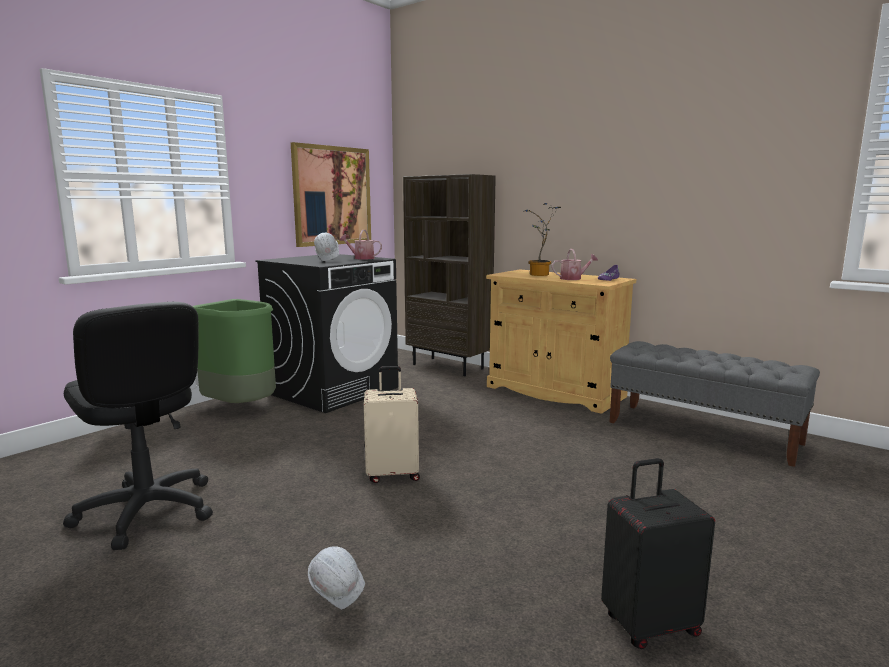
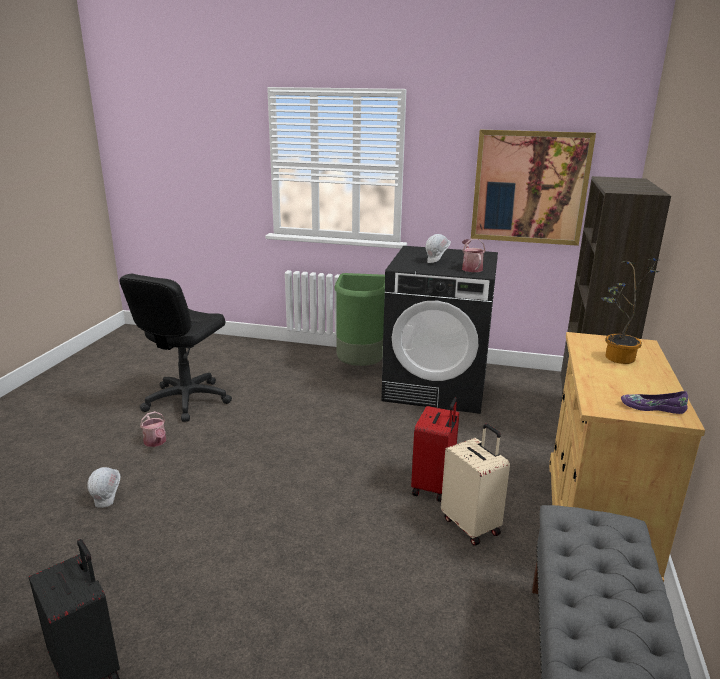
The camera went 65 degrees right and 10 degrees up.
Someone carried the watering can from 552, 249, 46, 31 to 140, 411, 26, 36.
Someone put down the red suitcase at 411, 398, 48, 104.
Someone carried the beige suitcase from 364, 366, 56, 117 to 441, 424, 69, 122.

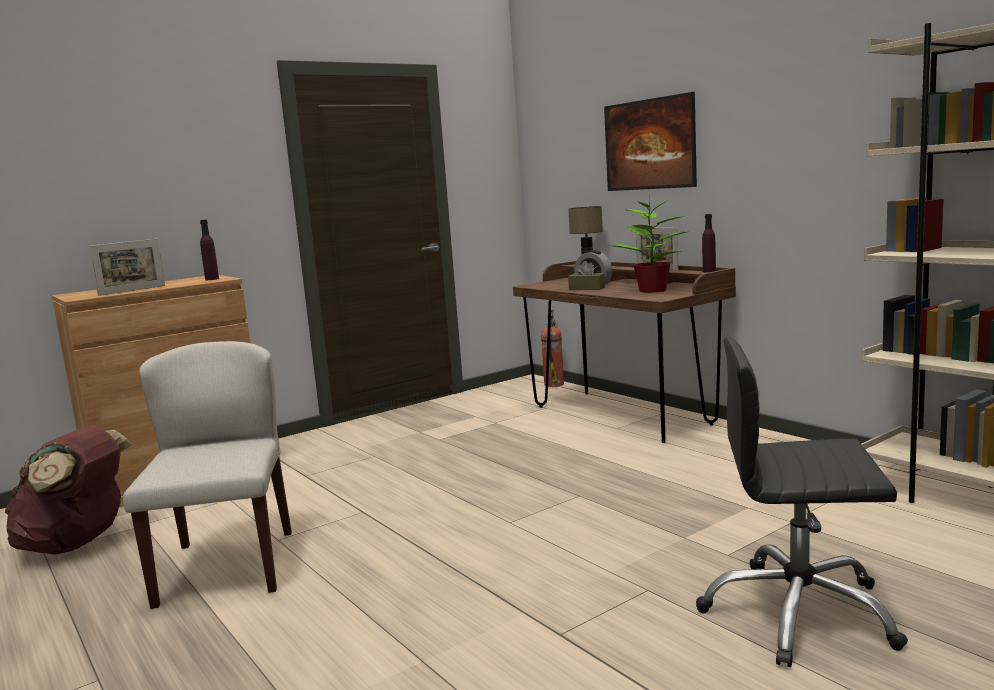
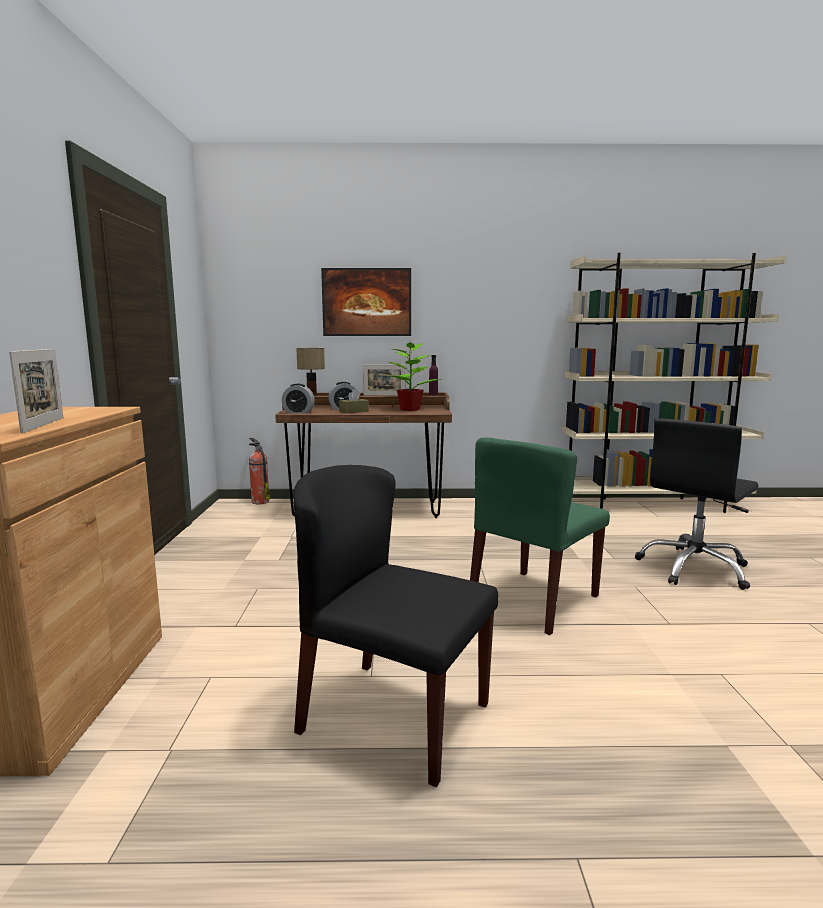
The camera went 55 degrees left and 0 degrees up.
Someone put down the alarm clock at 282, 384, 33, 29.
Someone repainted the beige chair at 123, 341, 169, 268, which became the black chair at 293, 465, 206, 322.
Someone put down the green chair at 470, 437, 140, 198.
Someone took away the brown backpack at 5, 426, 127, 129.
Someone took away the purple bottle at 200, 220, 19, 60.

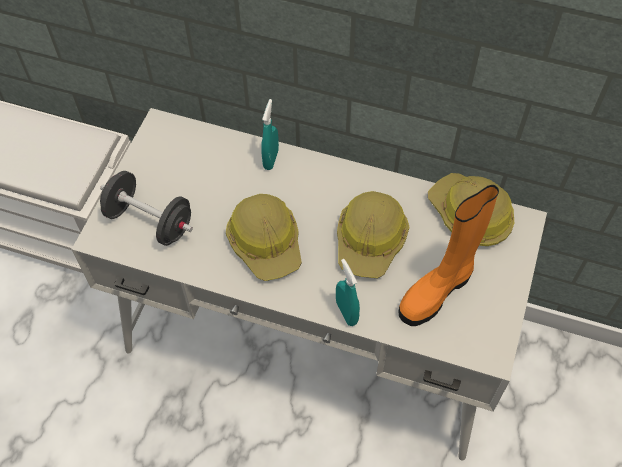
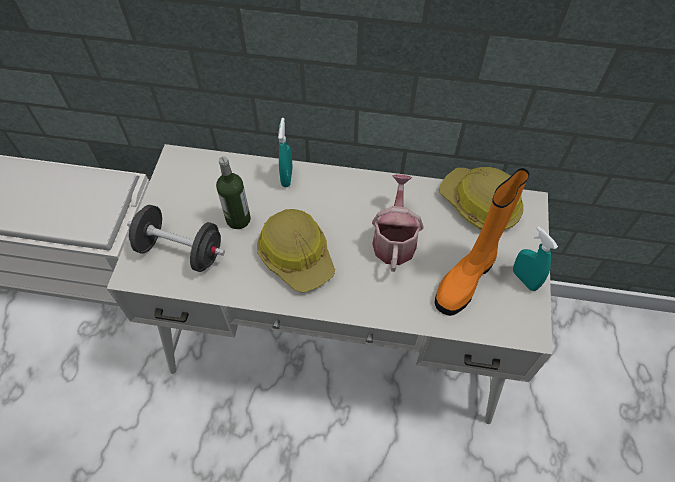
The camera went 10 degrees left and 0 degrees up.
Someone put down the bottle at 216, 157, 35, 72.
Someone swapped the hard hat at 337, 191, 72, 87 for the watering can at 372, 174, 52, 98.
Someone carried the turquoise spray bottle from 336, 259, 24, 67 to 513, 226, 45, 65.

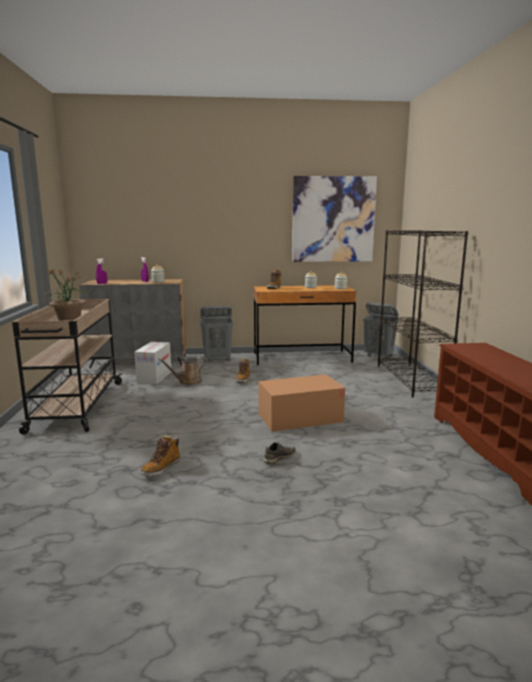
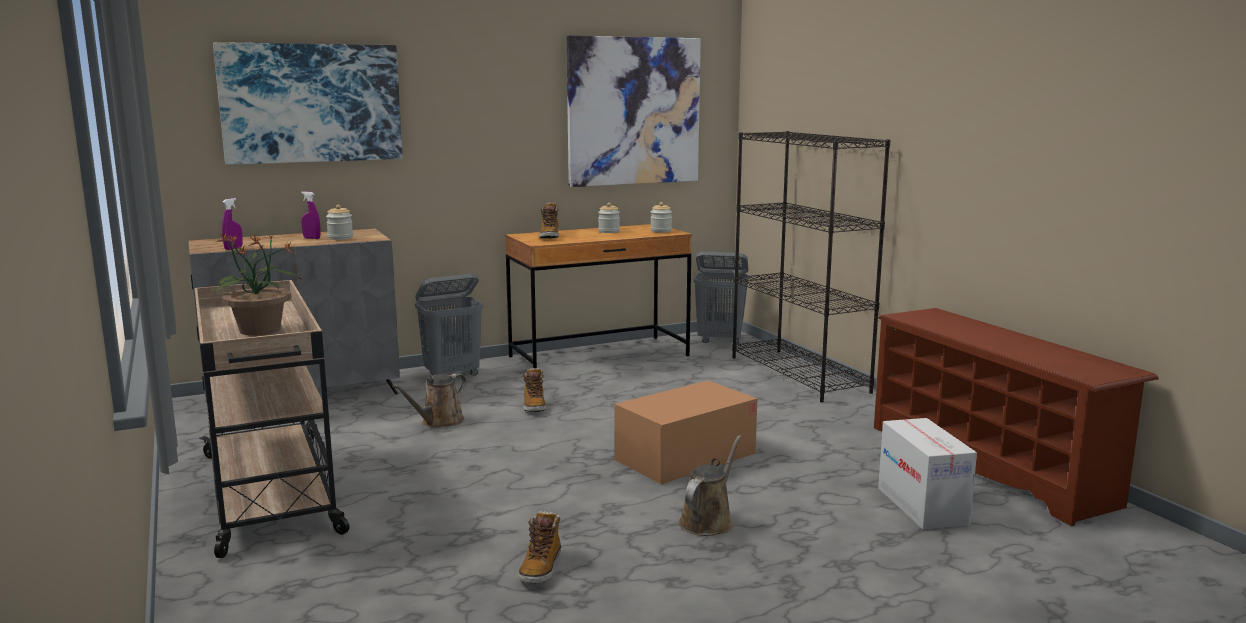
The camera went 20 degrees left and 0 degrees up.
Someone put up the picture at 213, 42, 189, 123.
Someone swapped the grey shoe at 263, 442, 33, 22 for the brown watering can at 679, 435, 62, 101.
Someone carried the cardboard box from 135, 342, 36, 42 to 878, 418, 99, 112.

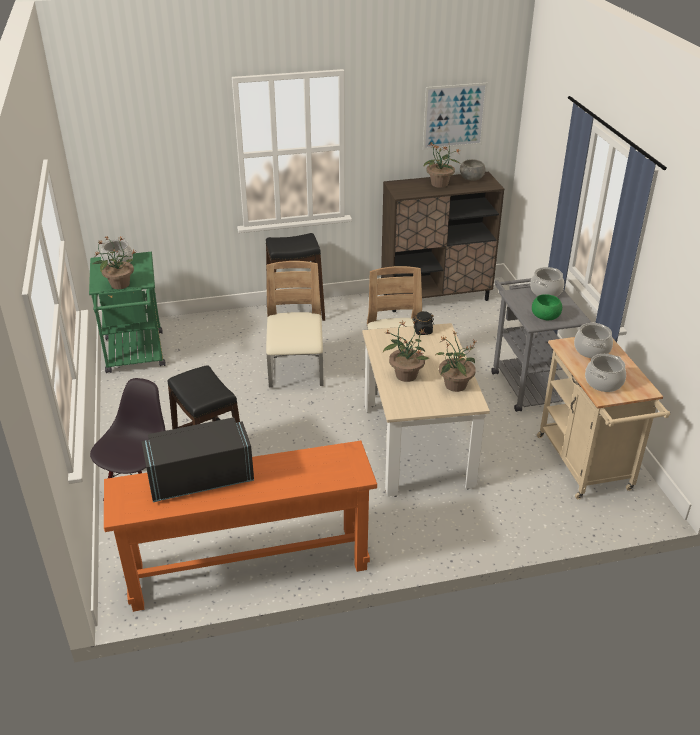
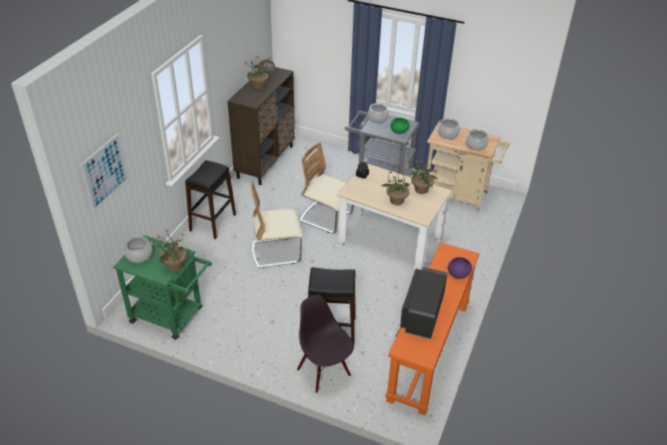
The camera went 55 degrees left and 5 degrees up.
Someone carried the picture from 423, 83, 65, 67 to 81, 133, 48, 79.
Someone rotated the beige chair at 266, 261, 57, 127 by 45 degrees counterclockwise.
Someone put down the purple bowl at 448, 257, 24, 22.

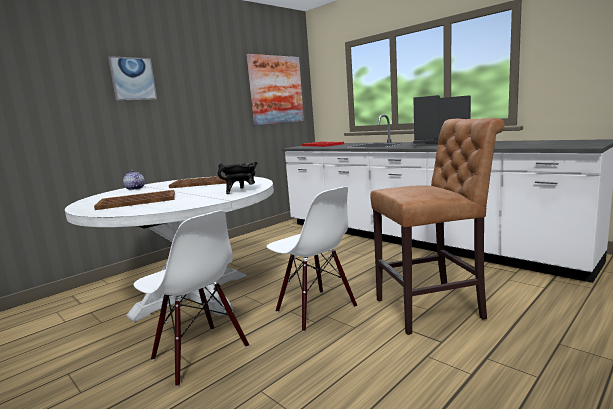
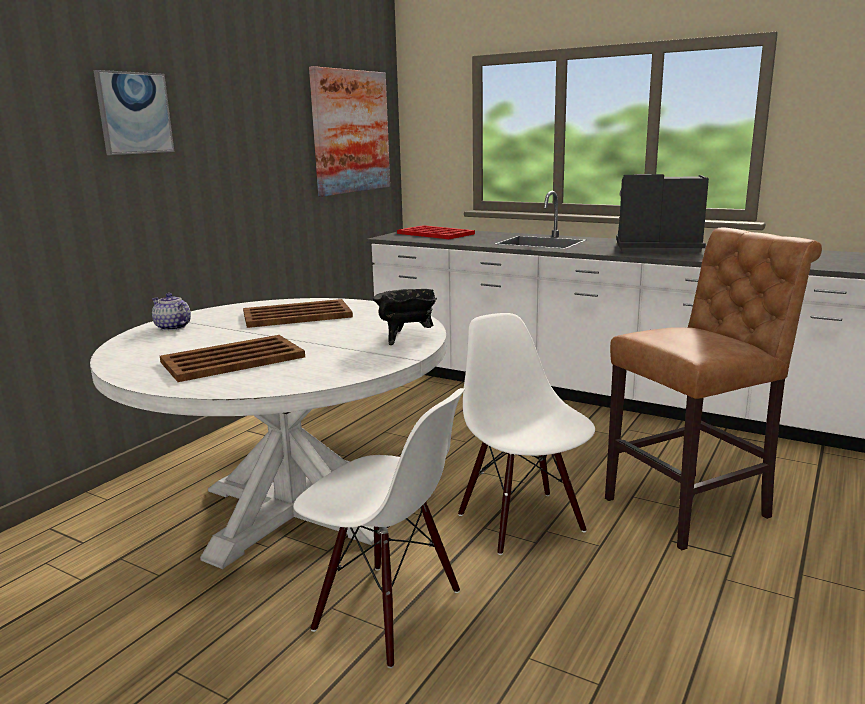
The camera went 15 degrees left and 5 degrees up.
Someone rotated the white chair at 266, 187, 91, 145 by 150 degrees counterclockwise.

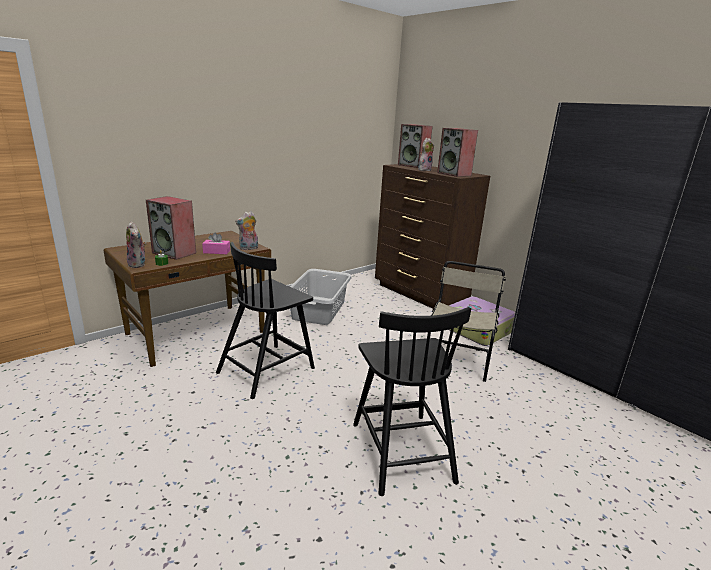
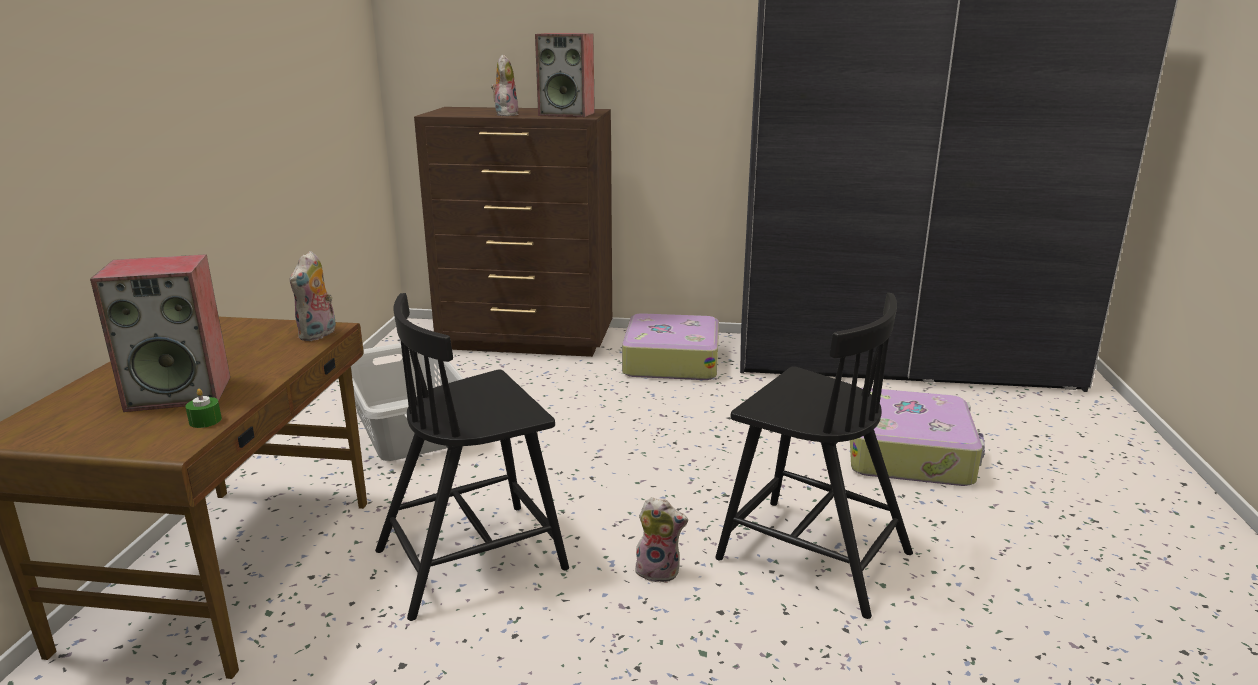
The camera went 40 degrees left and 0 degrees up.
Someone rotated the black chair at 216, 242, 99, 157 by 60 degrees clockwise.
Someone carried the plush toy from 126, 222, 20, 46 to 635, 497, 53, 86.
Someone put down the suitcase at 850, 388, 135, 98.
Someone took away the pink tissue box at 202, 232, 28, 22.
Someone took away the speaker at 398, 124, 35, 44.
Someone took away the beige chair at 430, 261, 76, 121.

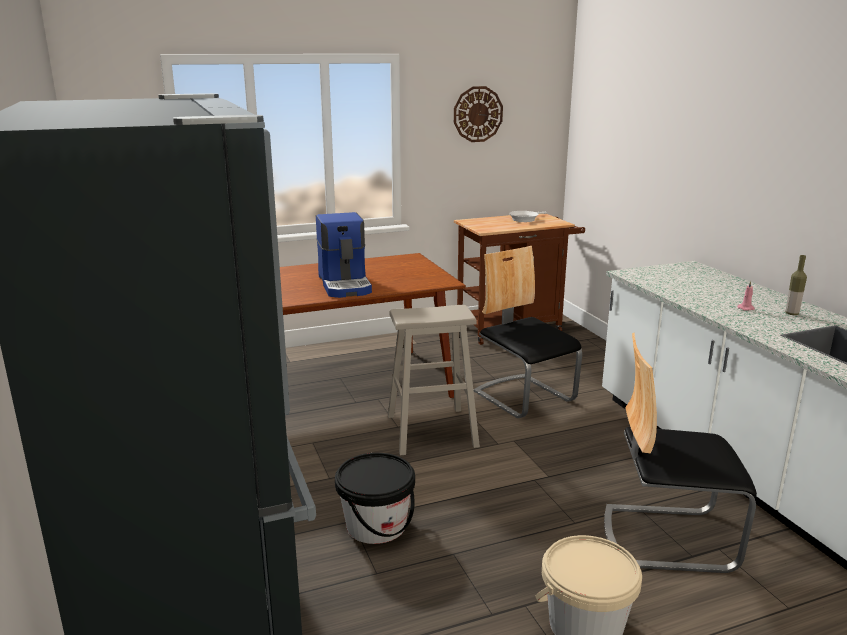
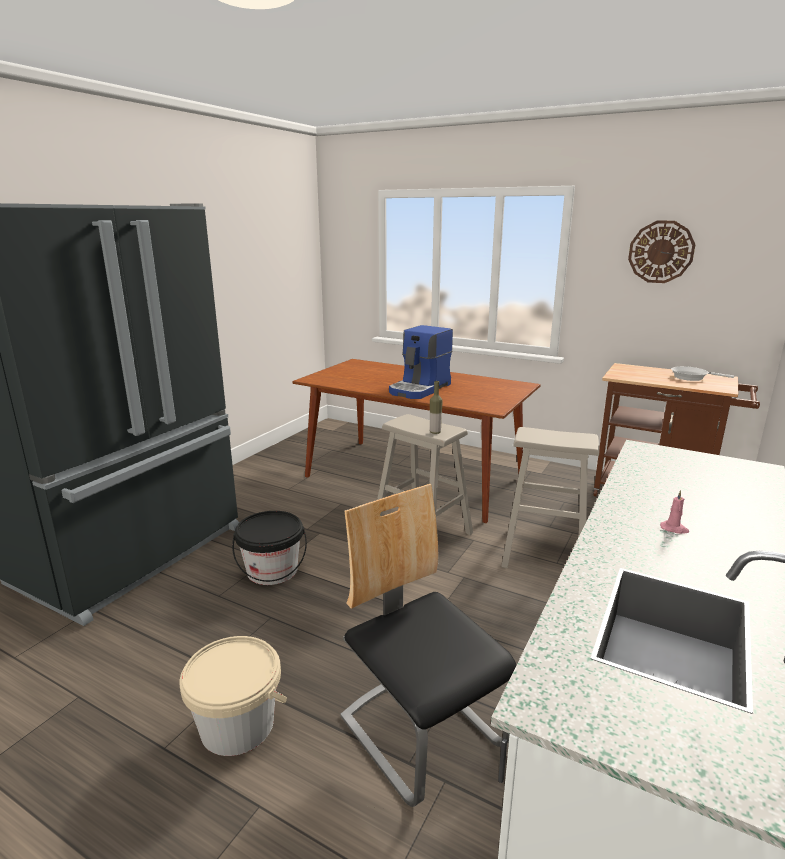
The camera went 50 degrees right and 0 degrees up.
Someone carried the bottle from 786, 255, 21, 60 to 430, 381, 13, 53.
Someone swapped the chair at 473, 246, 109, 172 for the beige stool at 501, 427, 99, 141.

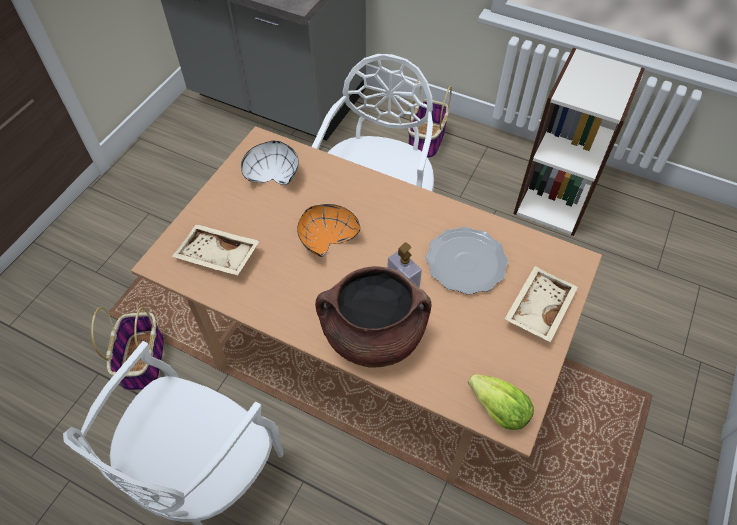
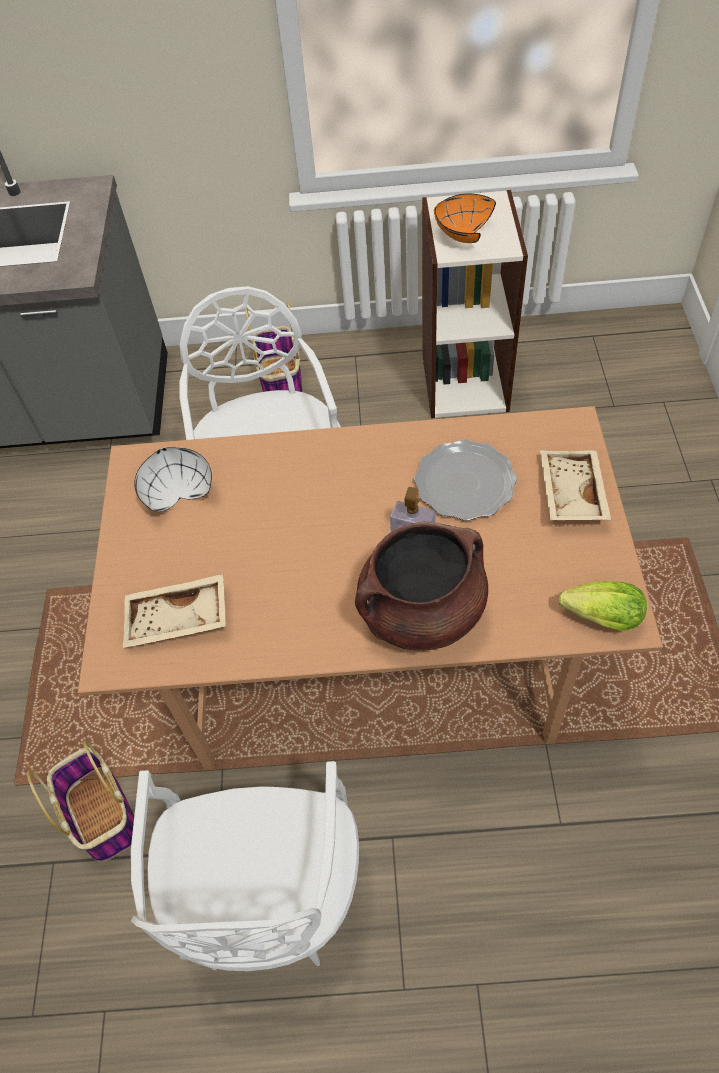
The camera went 25 degrees left and 0 degrees up.
Someone carried the orange bowl from 297, 204, 63, 53 to 434, 194, 62, 49.

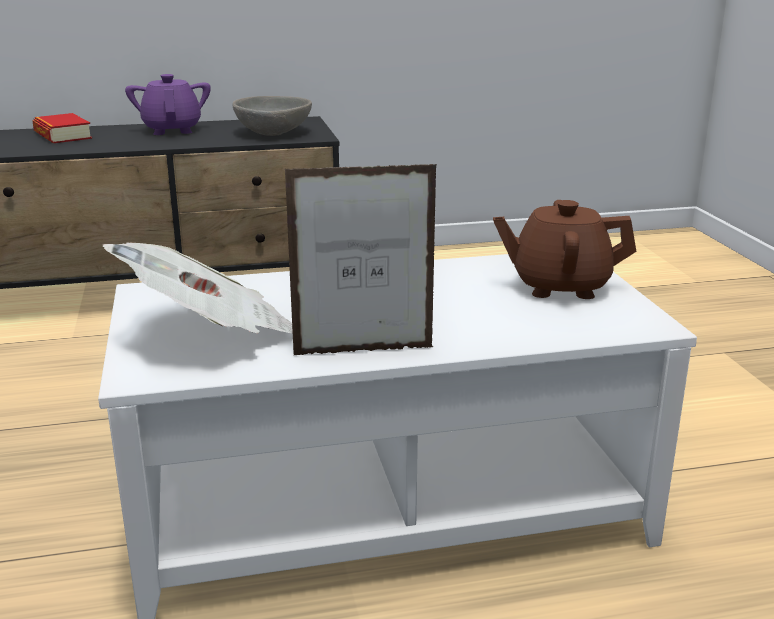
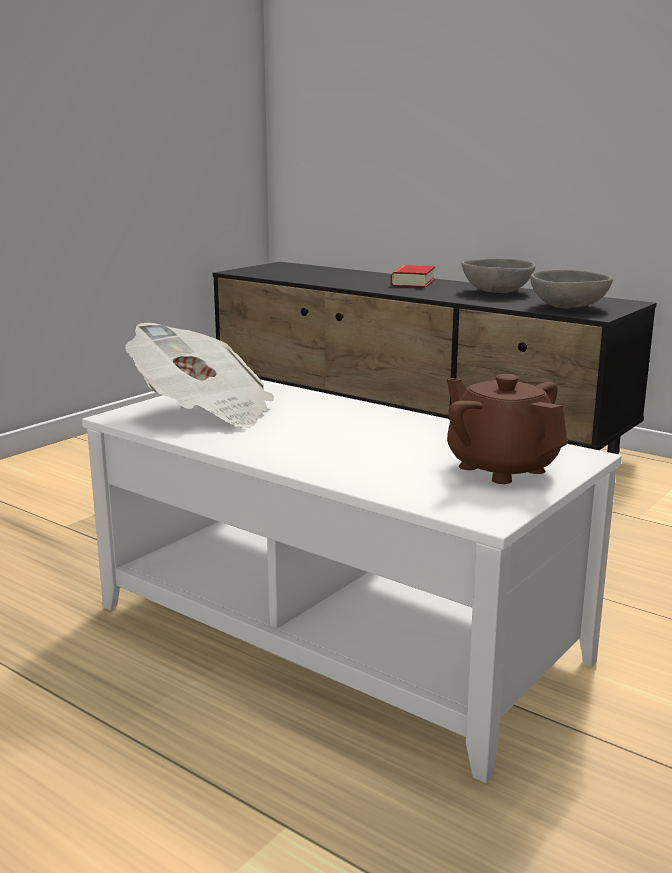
The camera went 50 degrees right and 5 degrees down.
Someone swapped the purple teapot at 125, 74, 86, 61 for the grey bowl at 461, 258, 75, 35.
Someone took away the picture frame at 285, 164, 152, 191.

